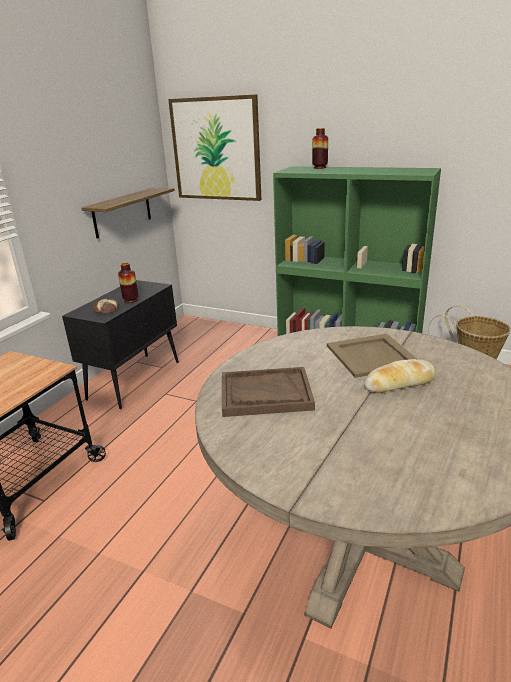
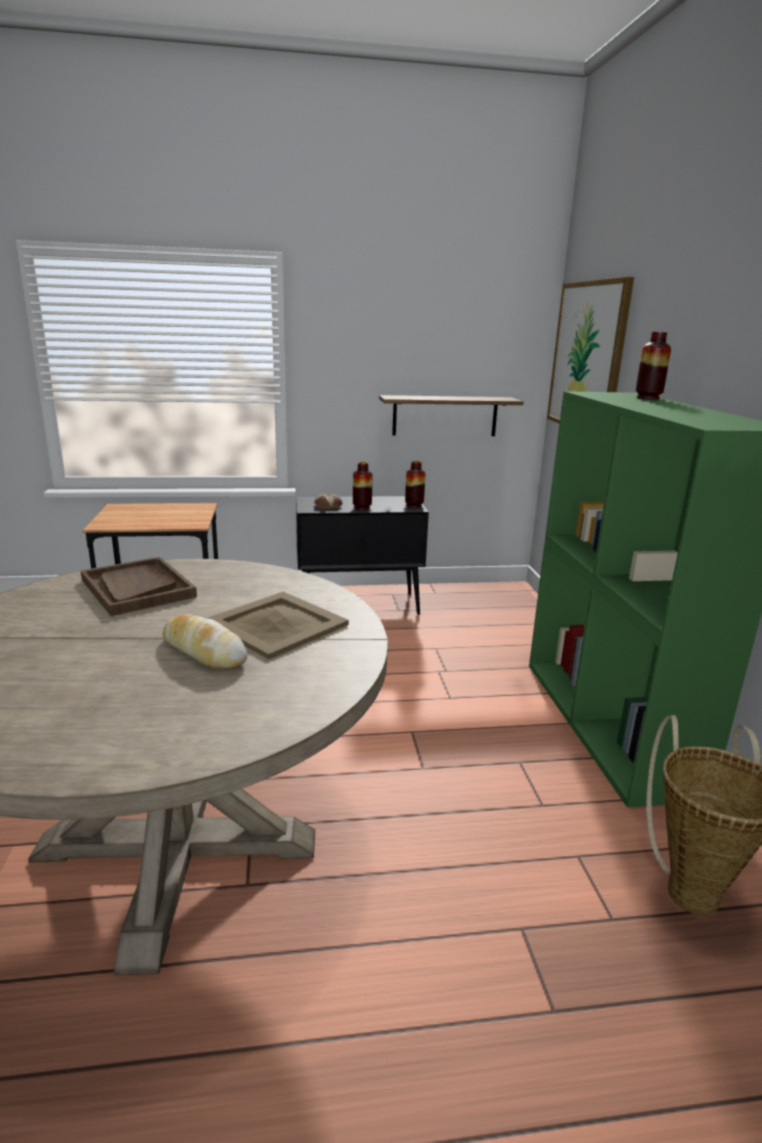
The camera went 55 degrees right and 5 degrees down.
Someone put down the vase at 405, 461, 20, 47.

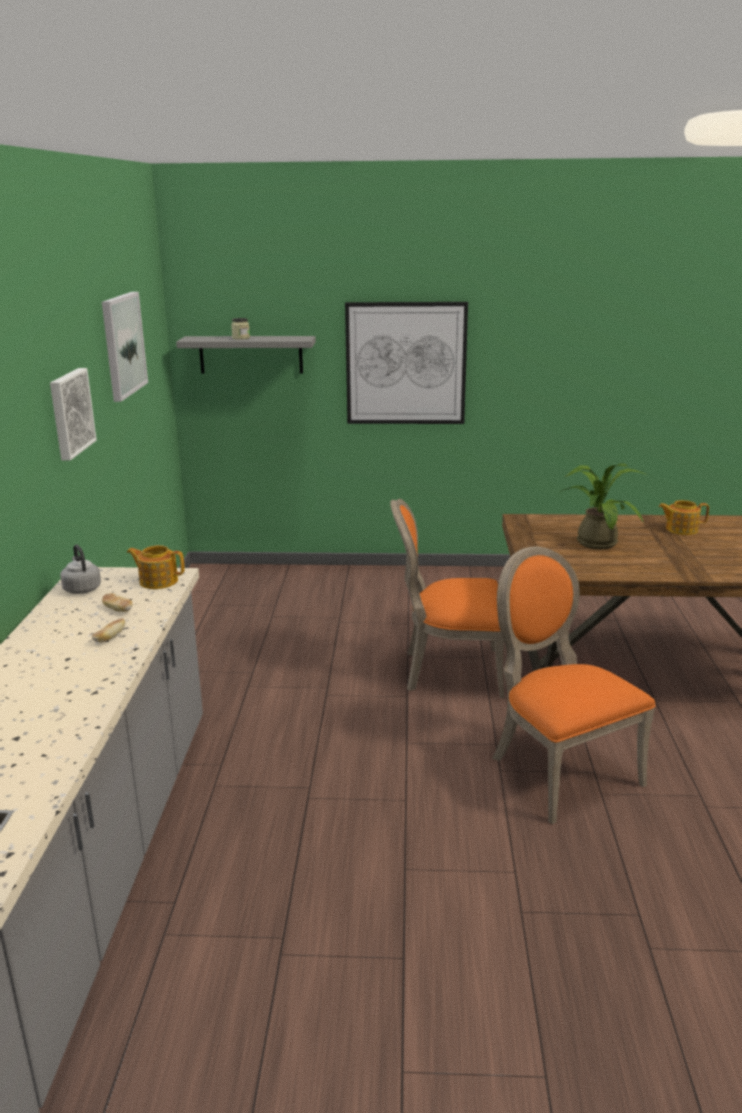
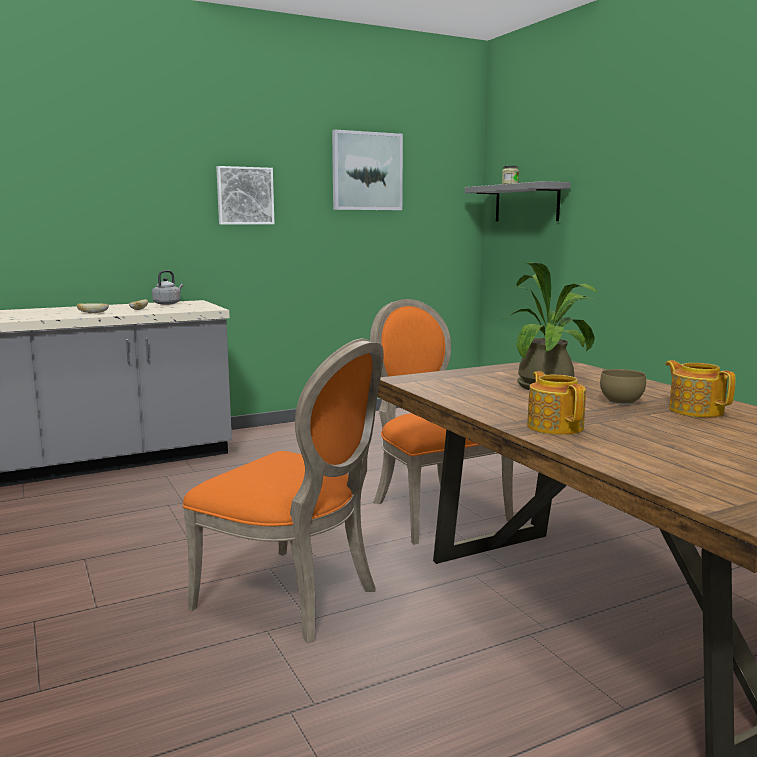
The camera went 60 degrees right and 10 degrees down.
Someone rotated the orange chair at 492, 547, 164, 277 by 90 degrees clockwise.
Someone carried the teapot from 127, 545, 58, 44 to 527, 371, 59, 64.
Someone put down the brown bowl at 600, 369, 46, 36.
Someone took away the picture at 345, 302, 123, 122.

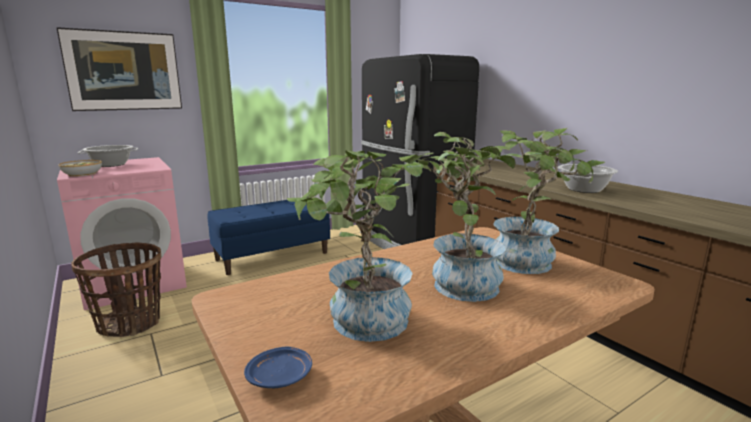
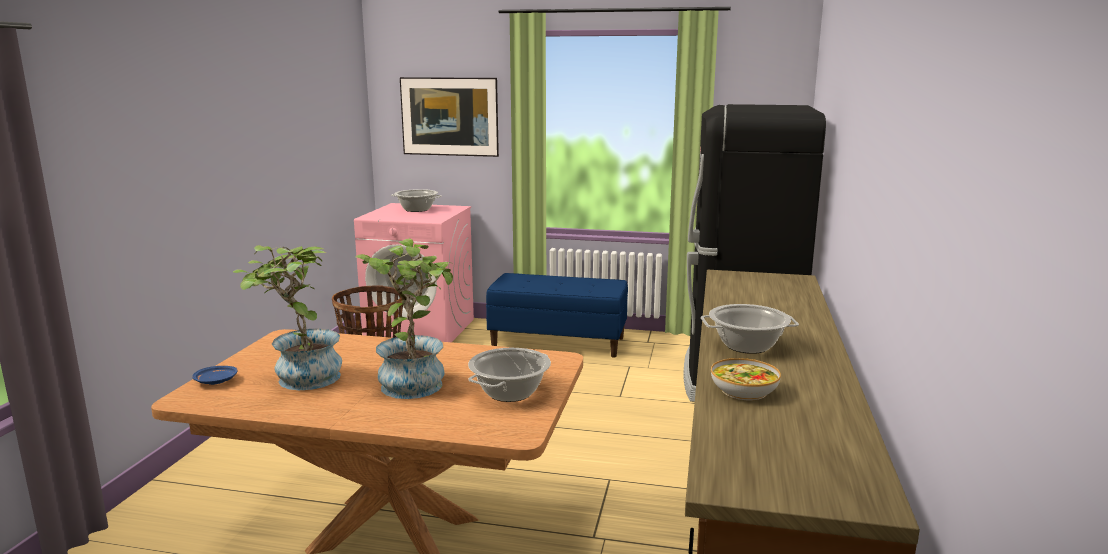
The camera went 45 degrees right and 0 degrees up.
Someone swapped the potted plant at 494, 128, 111, 146 for the cooking pot at 468, 348, 83, 54.
Someone carried the bowl from 59, 160, 43, 17 to 711, 358, 70, 42.

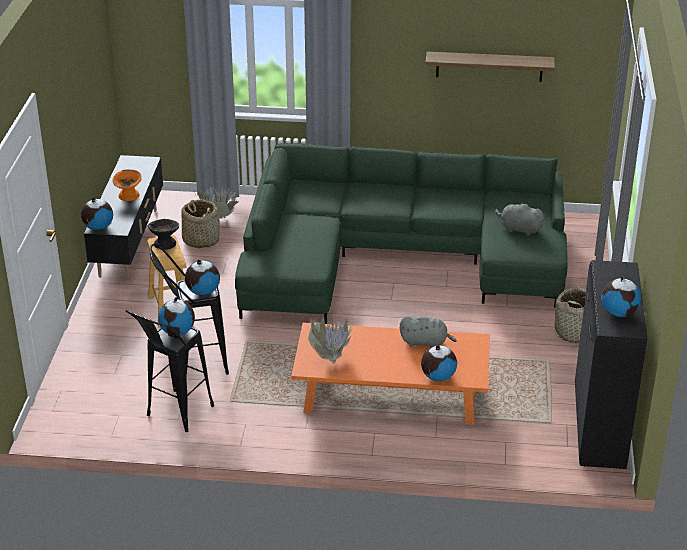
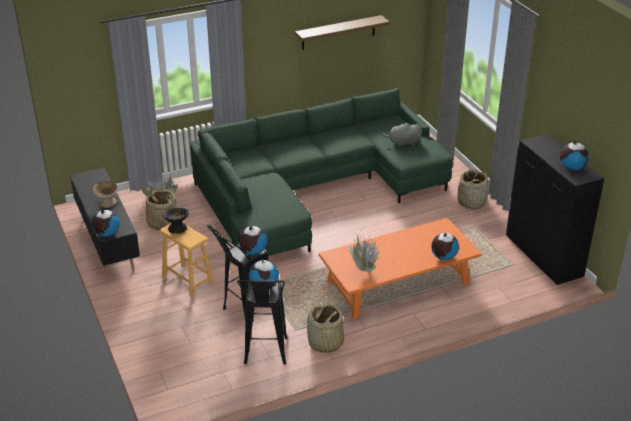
The camera went 30 degrees left and 0 degrees up.
Someone repainted the orange bowl at 112, 170, 30, 31, which became the beige bowl at 93, 181, 26, 27.
Someone put down the basket at 307, 303, 37, 50.
Someone took away the grey plush toy at 400, 316, 57, 31.

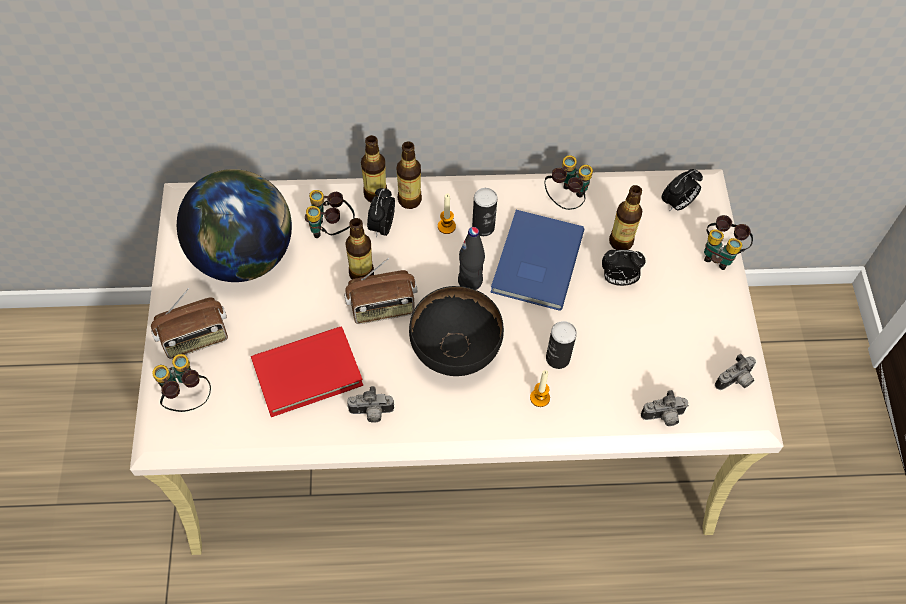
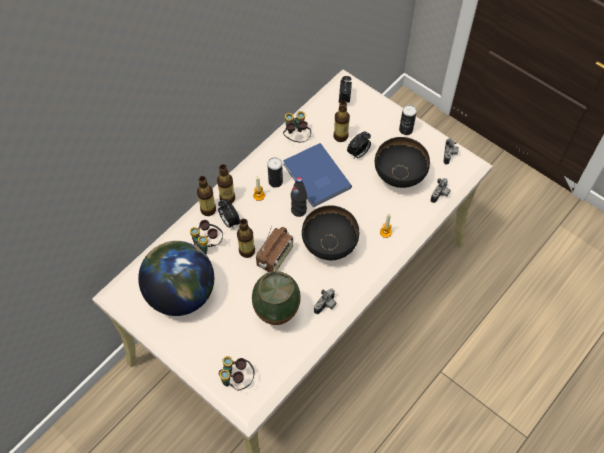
The camera went 45 degrees left and 0 degrees up.
Someone swapped the red book at 251, 326, 112, 91 for the vase at 252, 271, 49, 54.
Someone put down the black bowl at 375, 137, 55, 51.
Someone carried the can from 546, 321, 31, 48 to 399, 105, 18, 30.
Someone took away the radio at 151, 288, 77, 71.
Someone took away the binoculars at 704, 215, 49, 55.

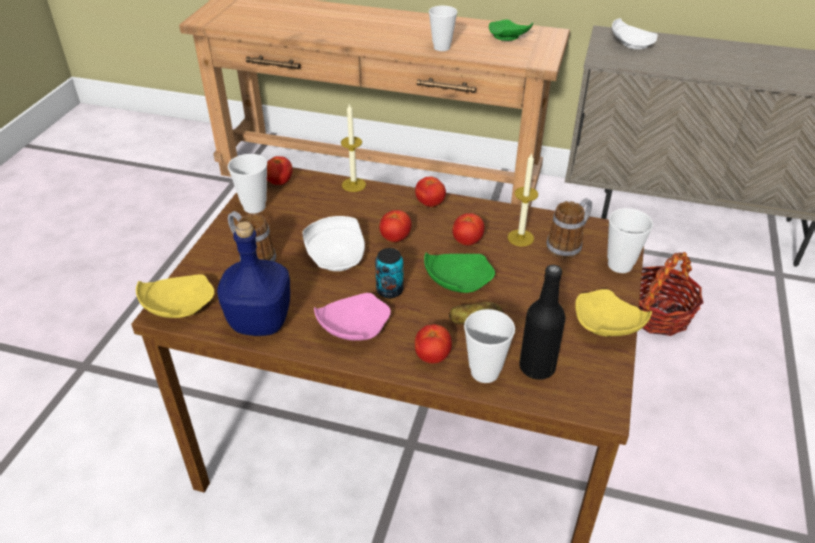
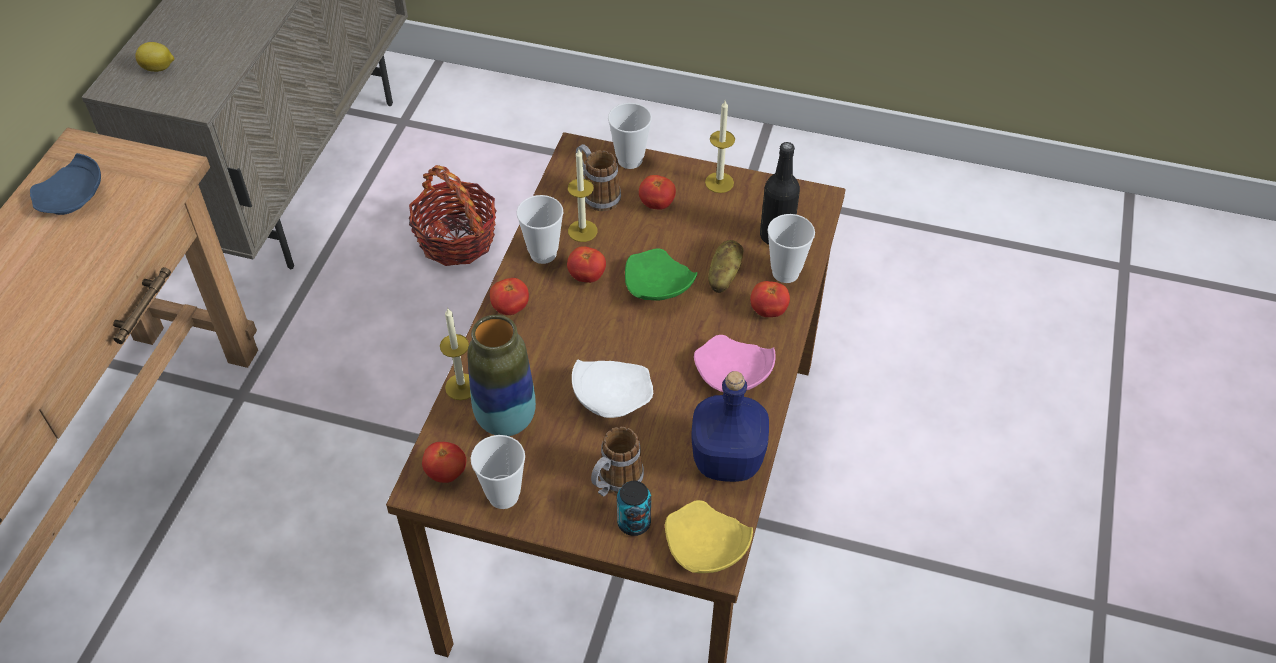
The camera went 90 degrees left and 10 degrees up.
Someone repainted the green plate at 489, 20, 44, 21, which became the blue plate at 30, 153, 71, 62.
Someone swapped the white plate at 612, 18, 46, 31 for the lemon at 136, 42, 38, 30.
Someone put down the vase at 468, 315, 68, 121.
Someone carried the cup from 429, 6, 28, 45 to 517, 195, 46, 69.
Someone carried the can from 375, 248, 28, 50 to 617, 481, 34, 55.
Someone carried the tomato from 379, 210, 33, 32 to 639, 175, 37, 35.
Someone swapped the yellow plate at 575, 289, 77, 47 for the candle at 705, 101, 30, 92.

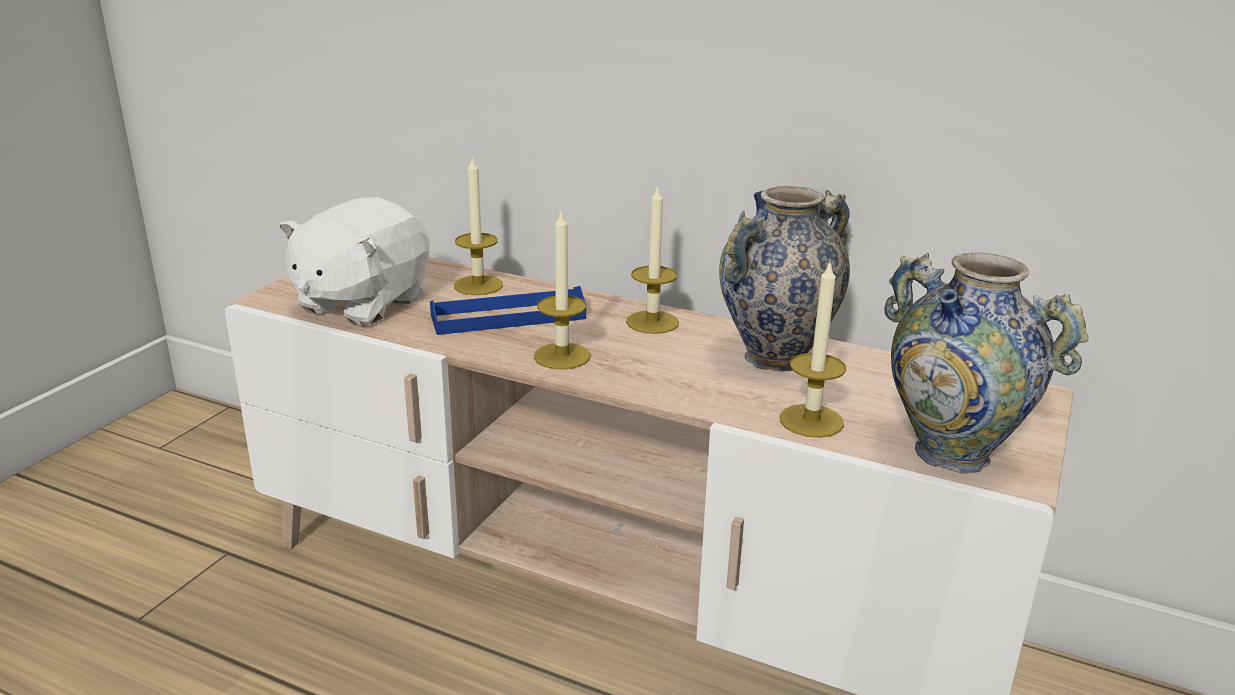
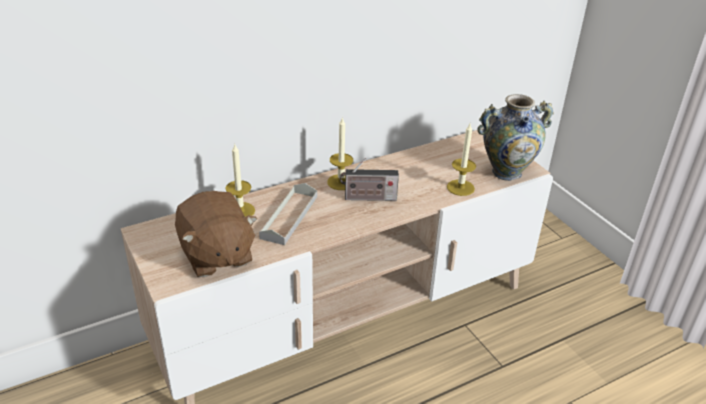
The camera went 55 degrees left and 10 degrees up.
Someone repainted the white plush toy at 279, 197, 150, 129, which became the brown plush toy at 175, 191, 82, 86.
Someone repainted the blue tray at 430, 286, 156, 49, which became the grey tray at 259, 183, 58, 62.
Someone put down the radio at 340, 157, 59, 44.
Someone took away the candle at 534, 212, 57, 158.
Someone took away the vase at 719, 186, 131, 186.

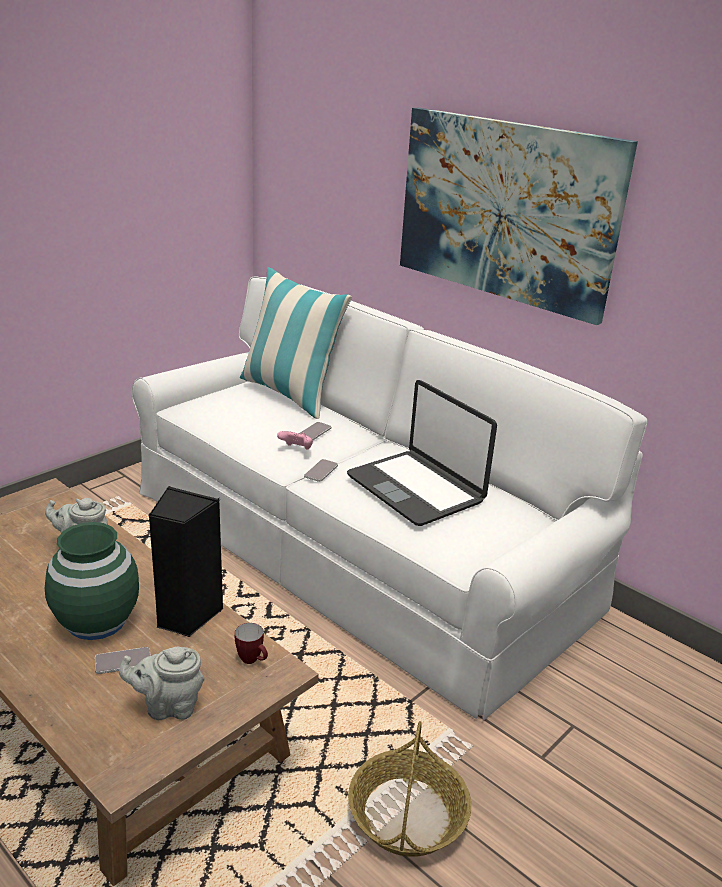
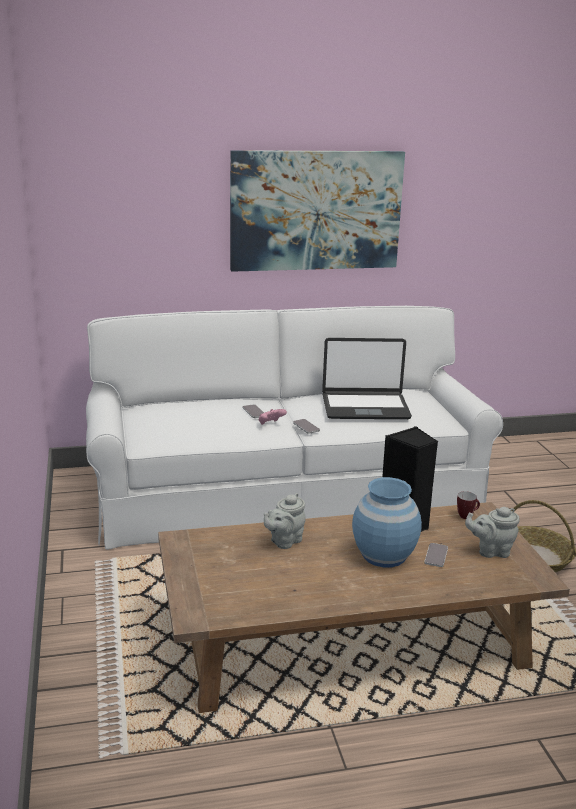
The camera went 55 degrees left and 5 degrees down.
Someone repainted the green vase at 45, 522, 94, 118, which became the blue vase at 352, 477, 70, 90.
Someone rotated the grey teapot at 119, 646, 85, 74 by 60 degrees clockwise.
Someone took away the pillow at 240, 267, 112, 152.

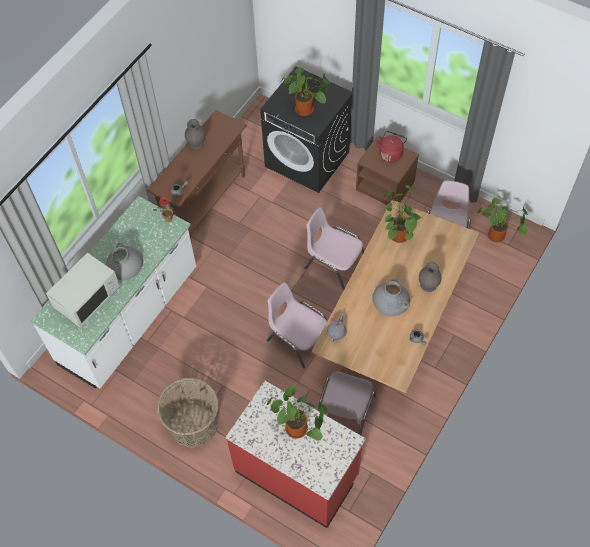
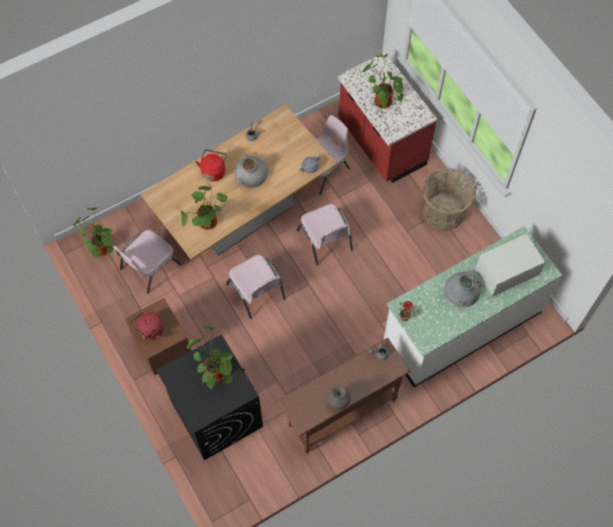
The camera went 155 degrees left and 5 degrees up.
Someone swapped the grey vase at 419, 262, 23, 30 for the red kettle at 195, 149, 32, 32.

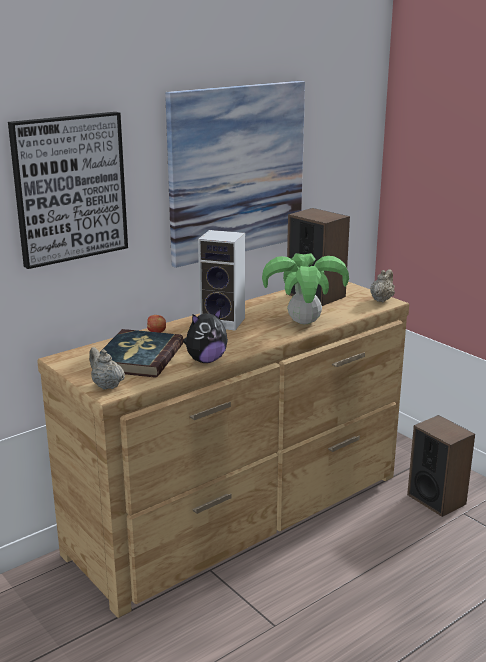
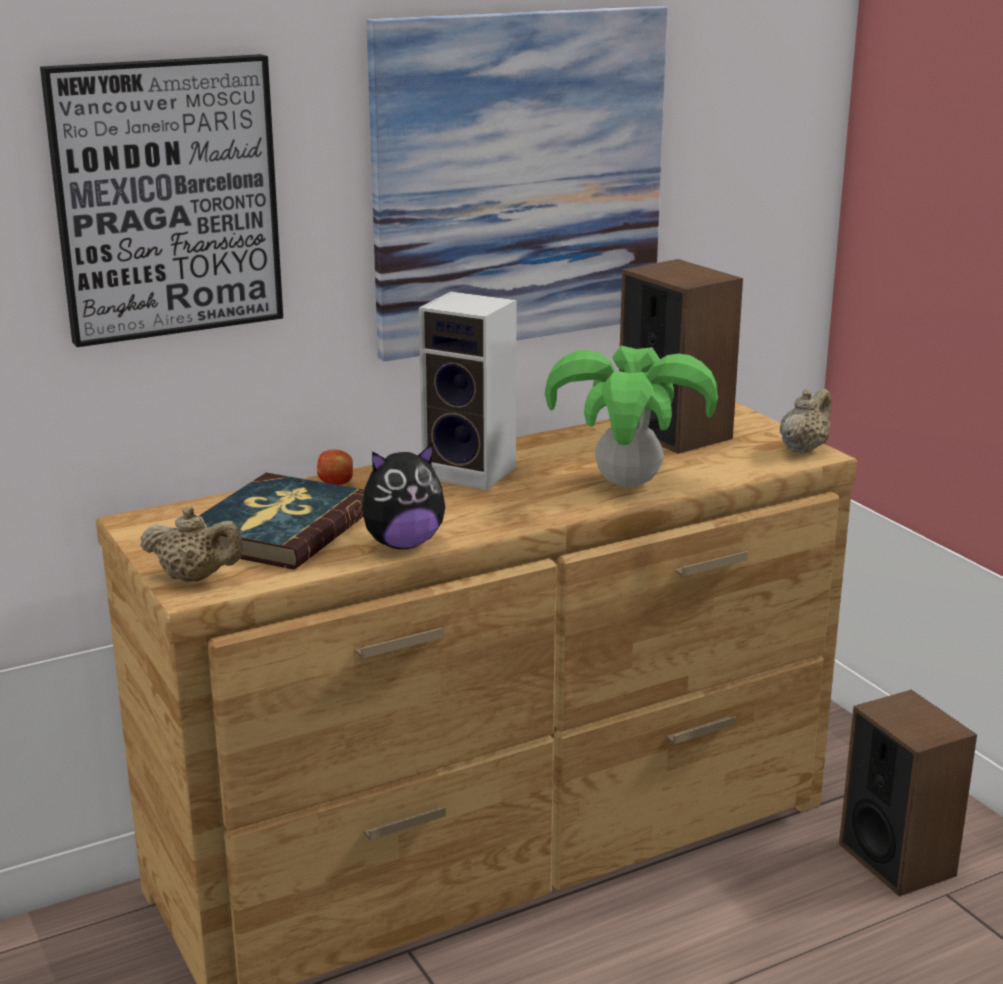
The camera went 10 degrees right and 0 degrees up.
Someone rotated the beige teapot at 89, 347, 36, 42 by 135 degrees clockwise.

